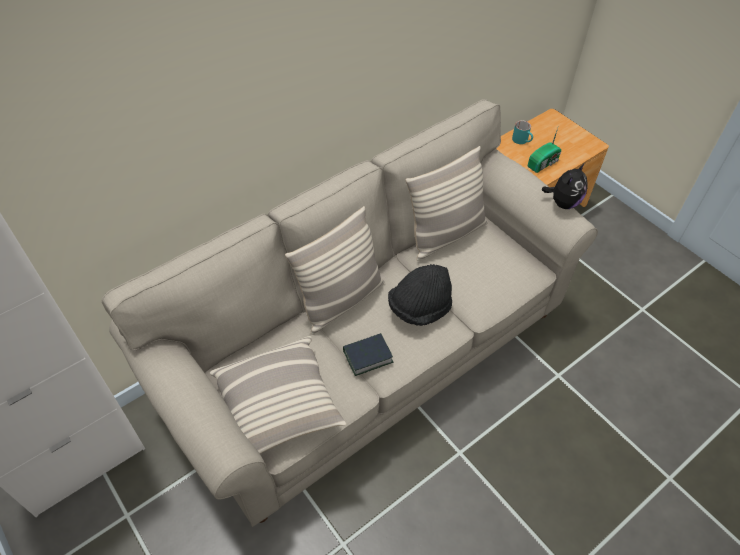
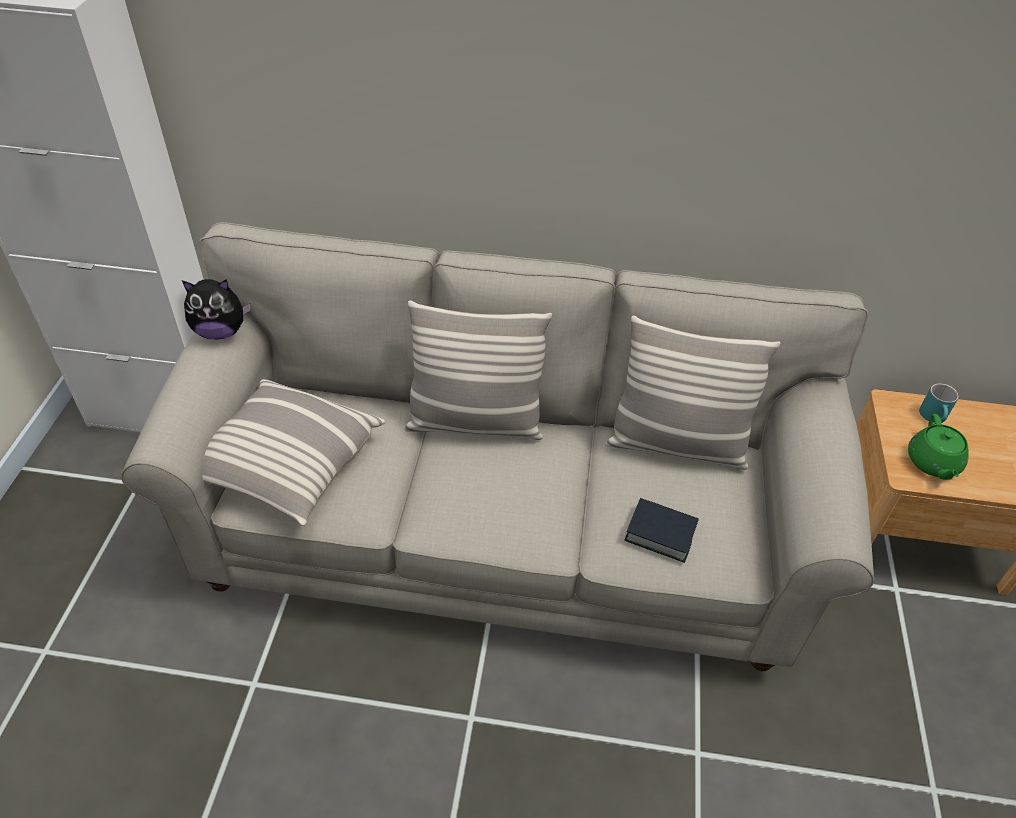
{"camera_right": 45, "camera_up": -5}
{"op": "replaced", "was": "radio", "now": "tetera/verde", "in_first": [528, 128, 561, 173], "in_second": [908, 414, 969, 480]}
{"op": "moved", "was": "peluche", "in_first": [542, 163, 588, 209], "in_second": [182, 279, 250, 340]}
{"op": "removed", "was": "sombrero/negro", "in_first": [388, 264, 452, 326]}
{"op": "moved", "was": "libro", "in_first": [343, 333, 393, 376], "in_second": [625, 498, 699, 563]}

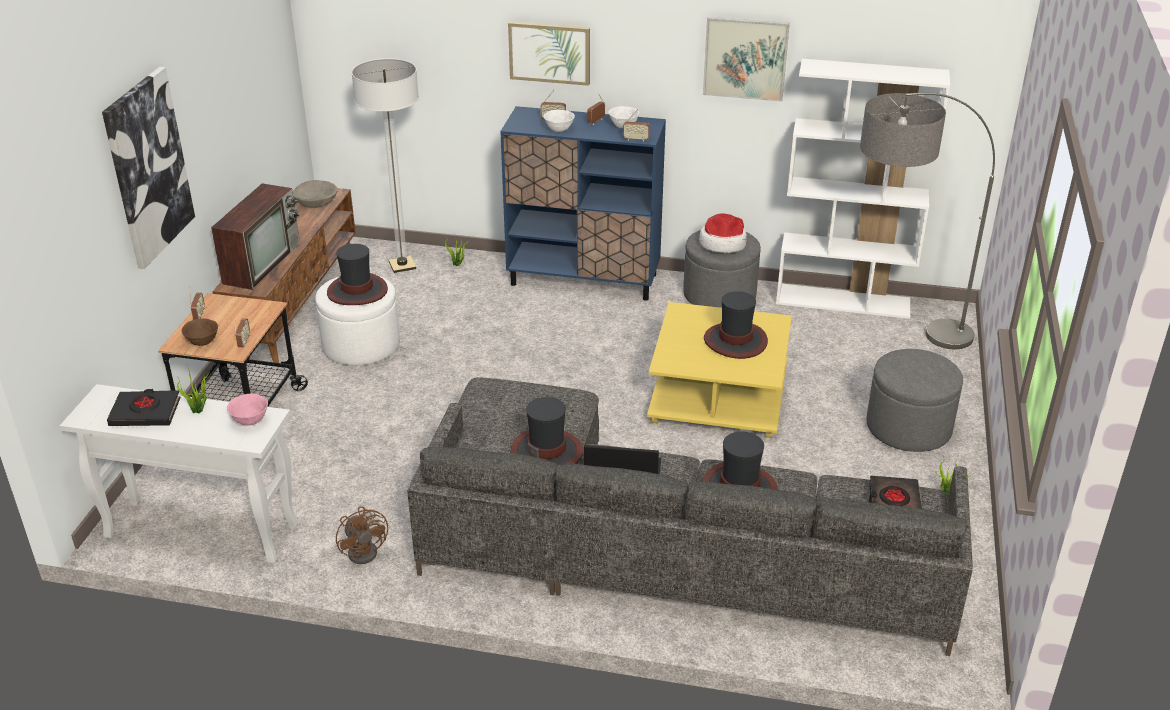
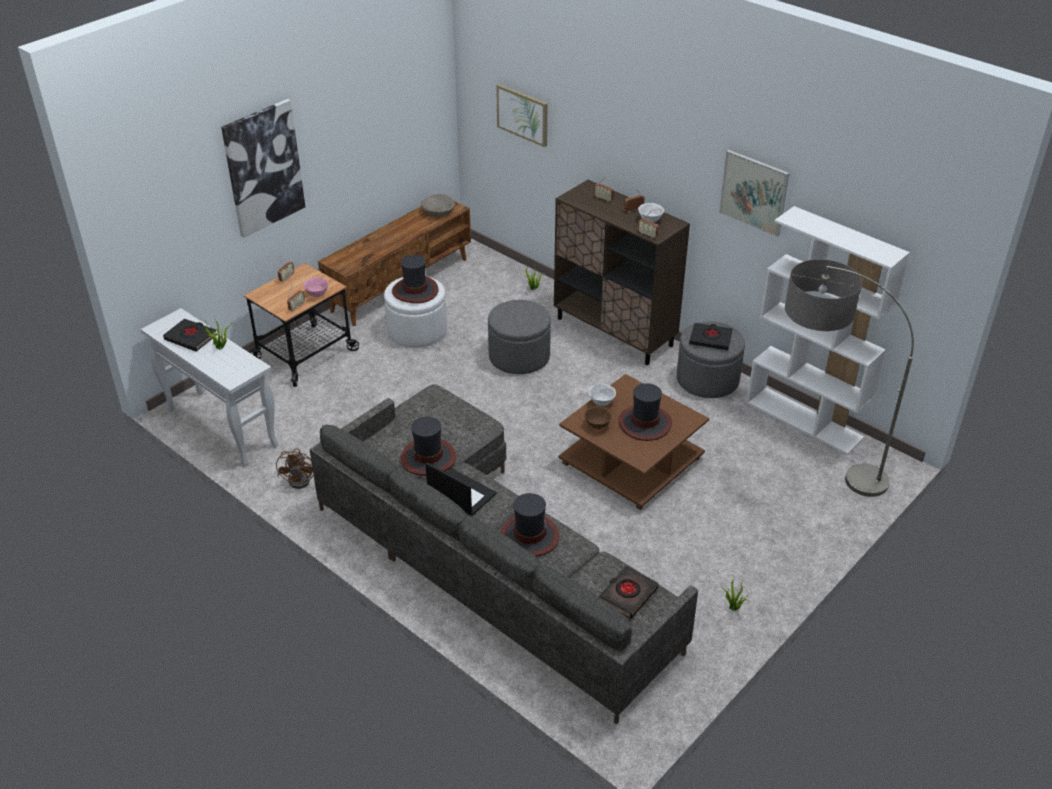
{"camera_right": 30, "camera_up": 5}
{"op": "moved", "was": "cuadro", "in_first": [508, 22, 590, 86], "in_second": [496, 84, 548, 147]}
{"op": "removed", "was": "lámpara de pie", "in_first": [351, 58, 419, 273]}
{"op": "recoloured", "was": "armario/azul", "now": "armario/marrón", "in_first": [500, 106, 666, 301], "in_second": [554, 180, 690, 365]}
{"op": "moved", "was": "cuenco/blanco", "in_first": [543, 110, 575, 132], "in_second": [589, 384, 616, 406]}
{"op": "removed", "was": "televisor", "in_first": [211, 184, 300, 290]}
{"op": "replaced", "was": "sombrero", "now": "libro/negro", "in_first": [699, 214, 747, 253], "in_second": [689, 323, 733, 350]}
{"op": "recoloured", "was": "mesa de centro/amarillo", "now": "mesa de centro/marrón", "in_first": [647, 302, 792, 438], "in_second": [558, 374, 709, 510]}
{"op": "moved", "was": "cuenco/marrón", "in_first": [181, 319, 218, 346], "in_second": [584, 406, 612, 429]}
{"op": "moved", "was": "puf/gris", "in_first": [867, 349, 963, 452], "in_second": [488, 300, 551, 374]}
{"op": "moved", "was": "cuenco/rosa", "in_first": [227, 393, 268, 426], "in_second": [303, 277, 329, 297]}

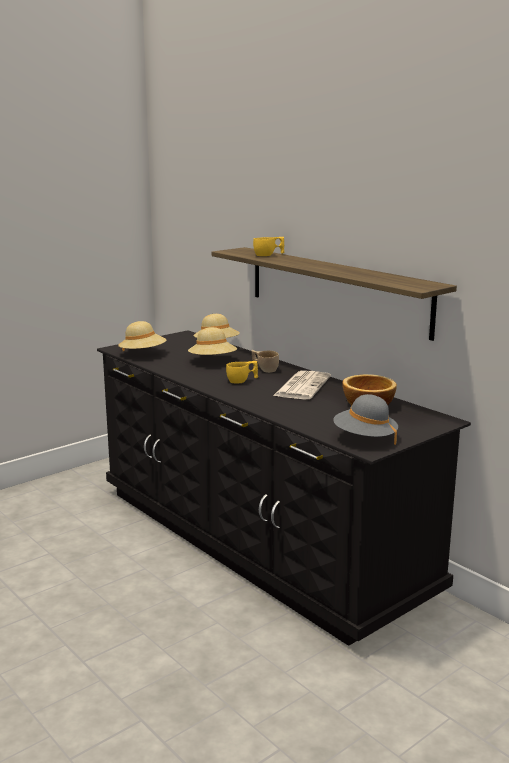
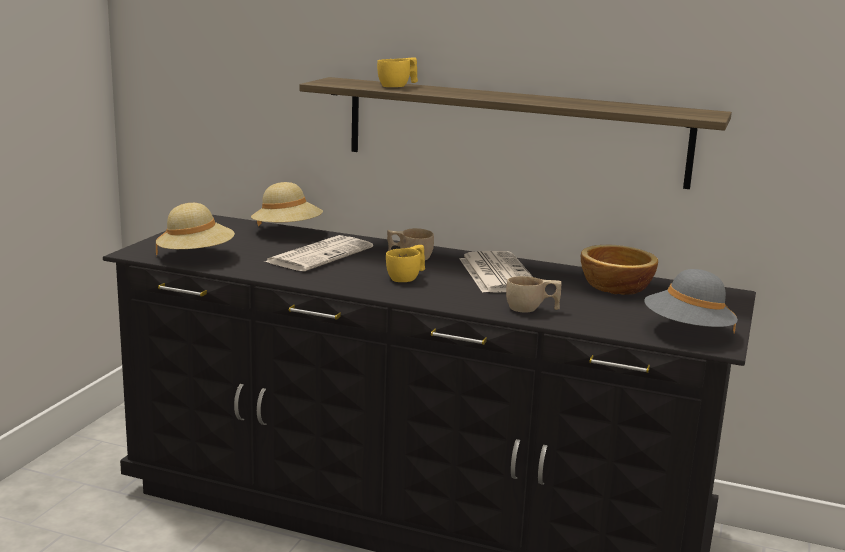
{"camera_right": -30, "camera_up": 0}
{"op": "replaced", "was": "sombrero/beis", "now": "periódico", "in_first": [188, 327, 237, 355], "in_second": [264, 235, 373, 271]}
{"op": "added", "now": "taza/beis", "in_second": [506, 276, 562, 313]}

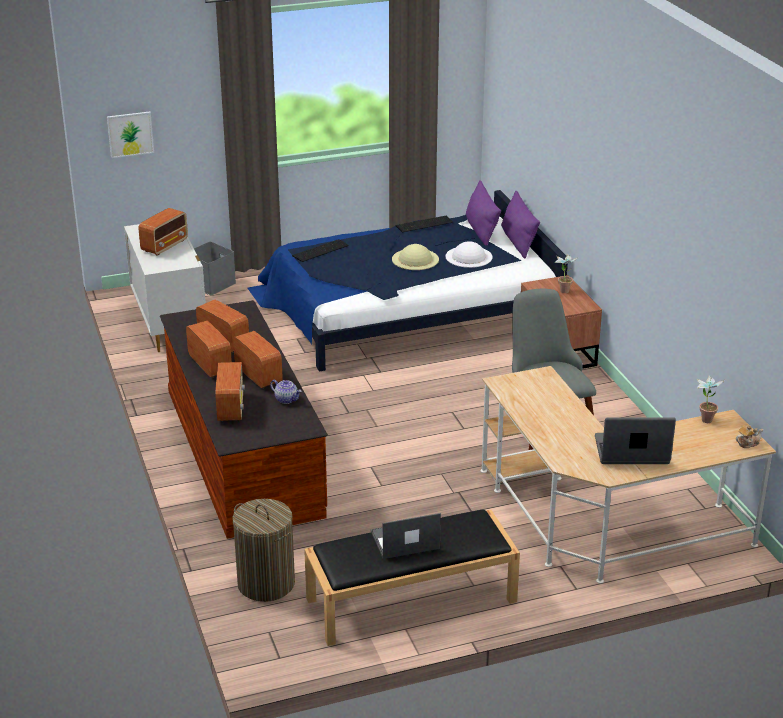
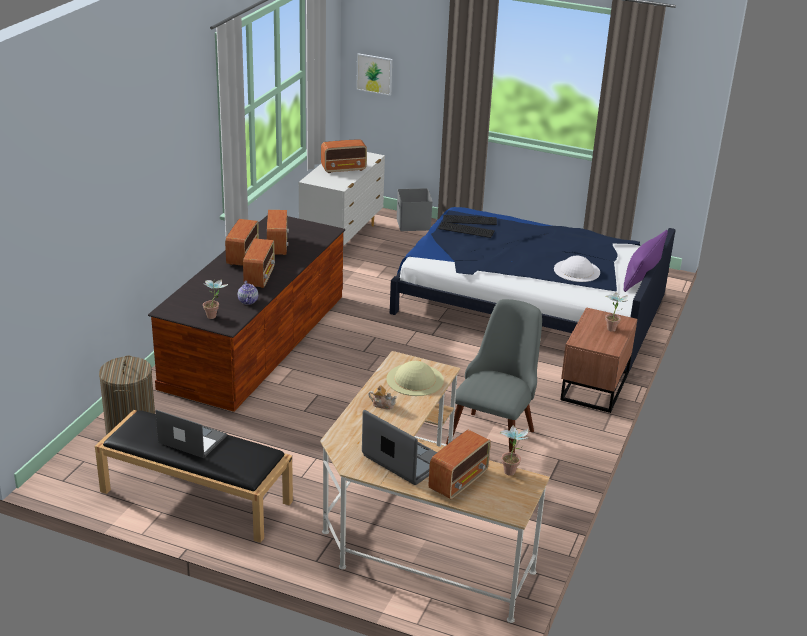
{"camera_right": 40, "camera_up": 0}
{"op": "removed", "was": "cojín/morado", "in_first": [466, 180, 501, 245]}
{"op": "moved", "was": "teclado", "in_first": [395, 216, 453, 232], "in_second": [438, 222, 495, 238]}
{"op": "moved", "was": "sombrero/beis", "in_first": [392, 244, 439, 270], "in_second": [386, 361, 444, 396]}
{"op": "moved", "was": "radio", "in_first": [215, 362, 245, 422], "in_second": [428, 430, 491, 499]}
{"op": "moved", "was": "tetera", "in_first": [736, 425, 763, 448], "in_second": [368, 385, 397, 410]}
{"op": "added", "now": "planta en maceta", "in_second": [203, 279, 228, 319]}

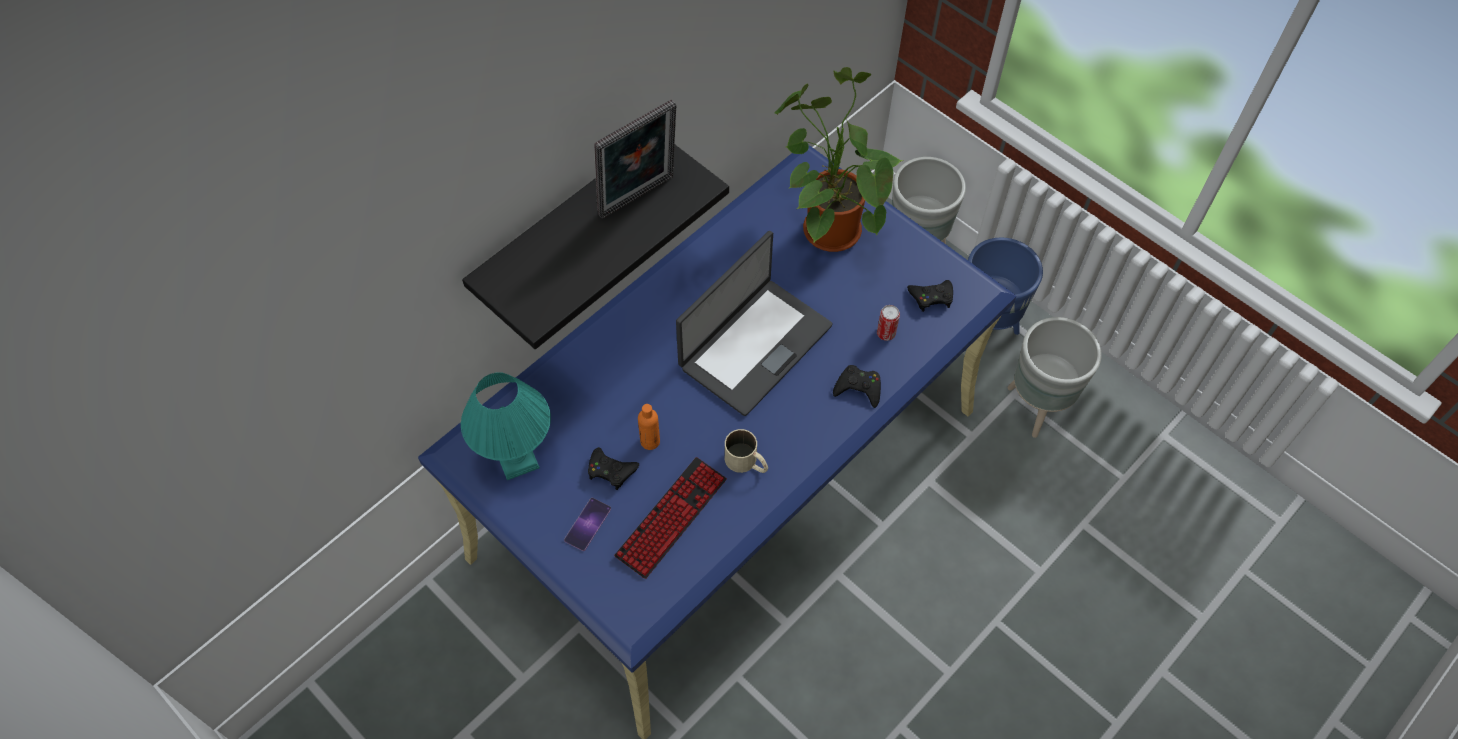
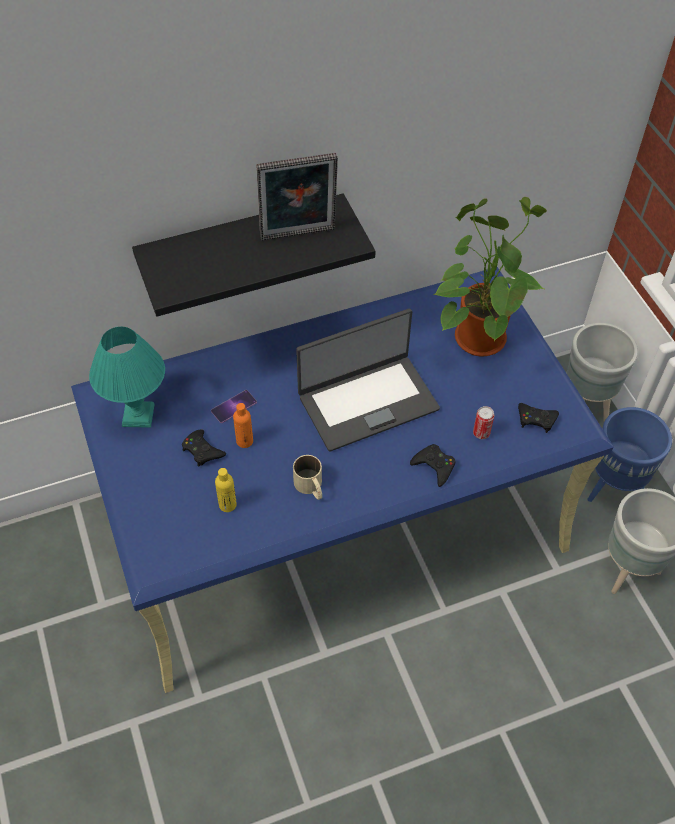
{"camera_right": 25, "camera_up": -5}
{"op": "replaced", "was": "teclado", "now": "botella/amarillo", "in_first": [614, 457, 727, 579], "in_second": [215, 468, 237, 512]}
{"op": "moved", "was": "móvil", "in_first": [564, 498, 611, 551], "in_second": [211, 390, 257, 423]}

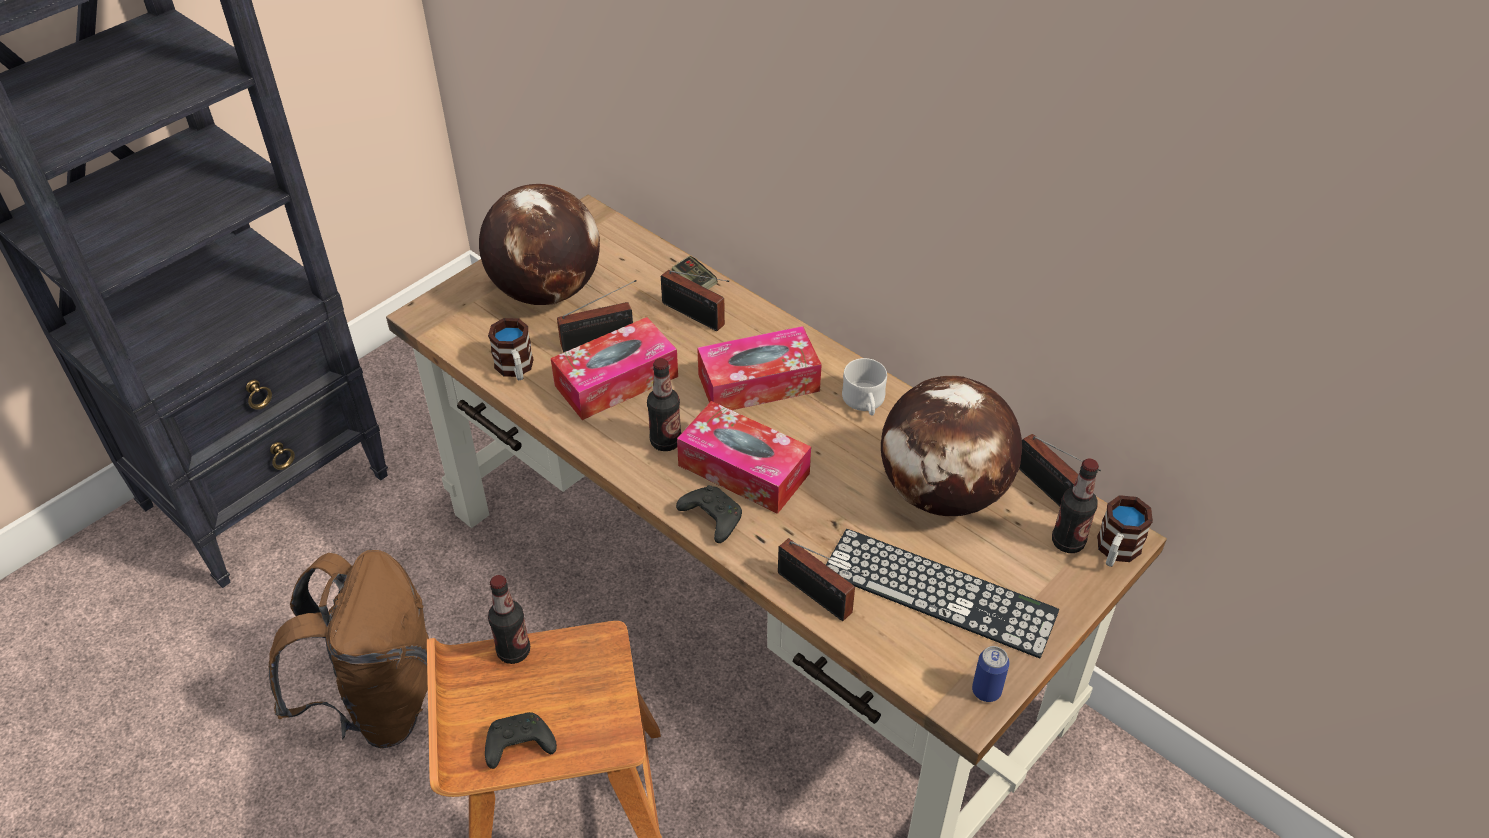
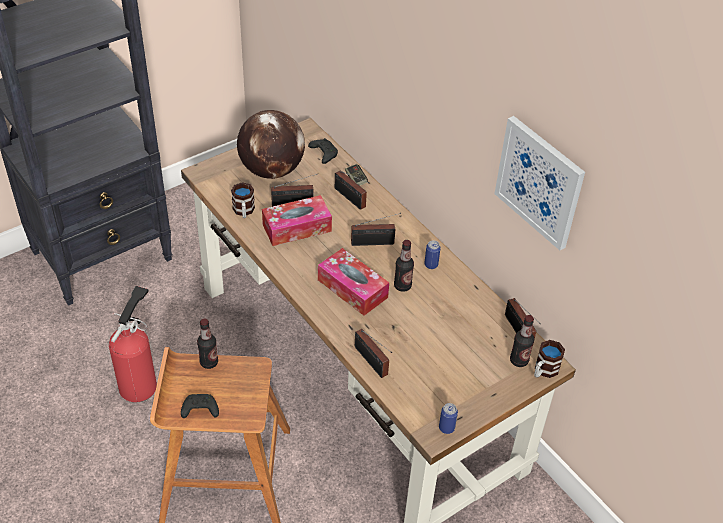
{"camera_right": 10, "camera_up": 0}
{"op": "replaced", "was": "caja de pañuelos", "now": "radio", "in_first": [697, 326, 822, 410], "in_second": [351, 213, 401, 246]}
{"op": "moved", "was": "botella", "in_first": [647, 358, 681, 451], "in_second": [394, 240, 414, 292]}
{"op": "replaced", "was": "taza grande/blanco", "now": "lata", "in_first": [842, 358, 887, 416], "in_second": [424, 240, 441, 269]}
{"op": "removed", "was": "globo terráqueo", "in_first": [881, 376, 1022, 516]}
{"op": "moved", "was": "mando de consola/negro", "in_first": [676, 485, 742, 543], "in_second": [308, 138, 338, 164]}
{"op": "removed", "was": "teclado", "in_first": [826, 529, 1059, 658]}
{"op": "replaced", "was": "mochila/marrón", "now": "extintor", "in_first": [269, 550, 429, 748], "in_second": [109, 286, 157, 402]}
{"op": "added", "now": "cuadro", "in_second": [494, 116, 585, 250]}

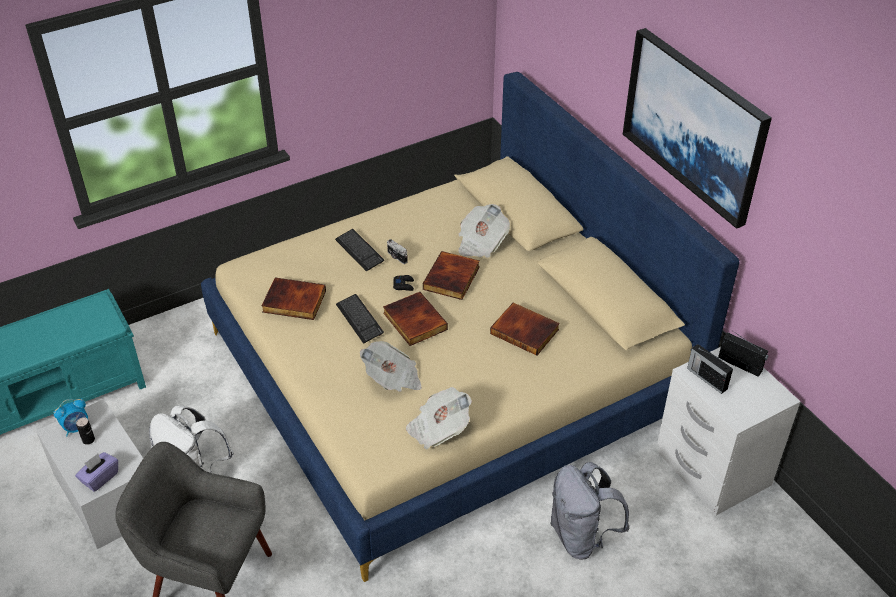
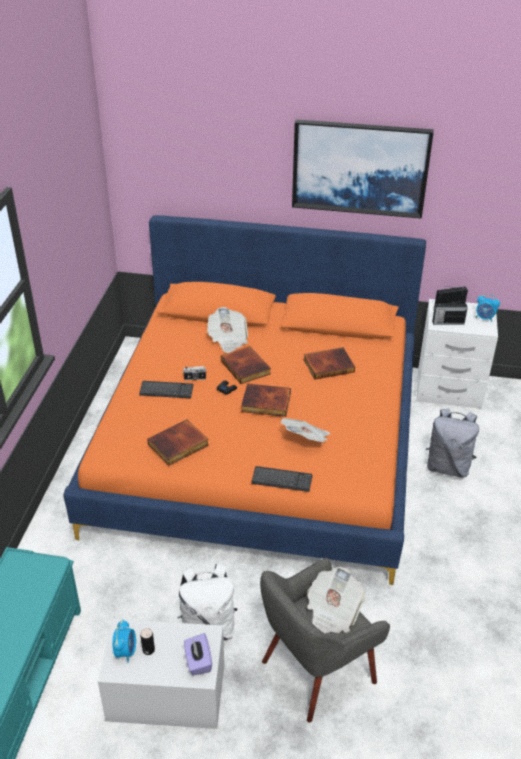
{"camera_right": -50, "camera_up": -5}
{"op": "recoloured", "was": "cama/beis", "now": "cama/naranja", "in_first": [201, 72, 739, 582], "in_second": [63, 215, 426, 585]}
{"op": "moved", "was": "teclado", "in_first": [336, 294, 384, 344], "in_second": [251, 466, 313, 492]}
{"op": "moved", "was": "periódico", "in_first": [406, 387, 472, 450], "in_second": [307, 567, 365, 633]}
{"op": "added", "now": "despertador", "in_second": [475, 294, 500, 322]}

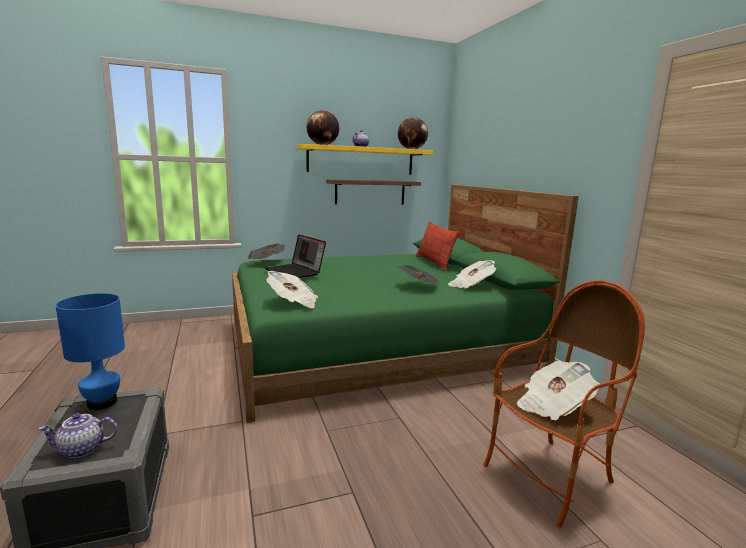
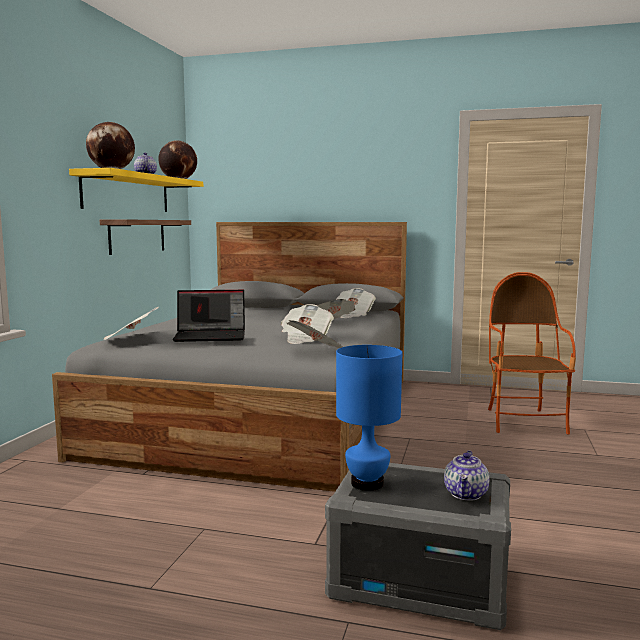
{"camera_right": -55, "camera_up": -5}
{"op": "recoloured", "was": "cama/verde", "now": "cama/gris", "in_first": [232, 184, 579, 423], "in_second": [52, 222, 407, 492]}
{"op": "removed", "was": "cojín", "in_first": [416, 222, 460, 271]}
{"op": "moved", "was": "periódico", "in_first": [517, 361, 598, 420], "in_second": [281, 304, 334, 344]}

